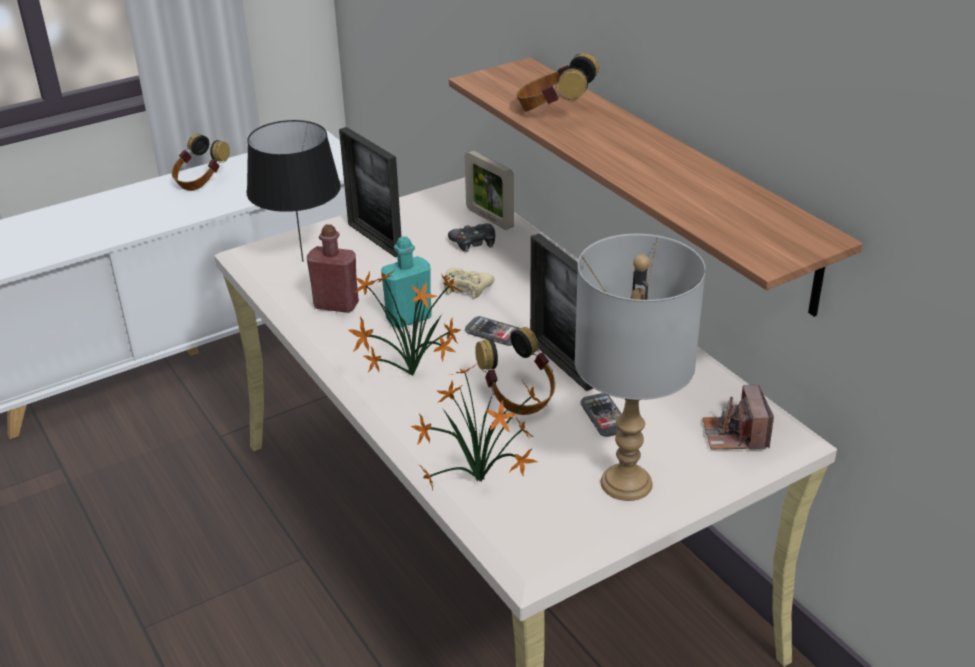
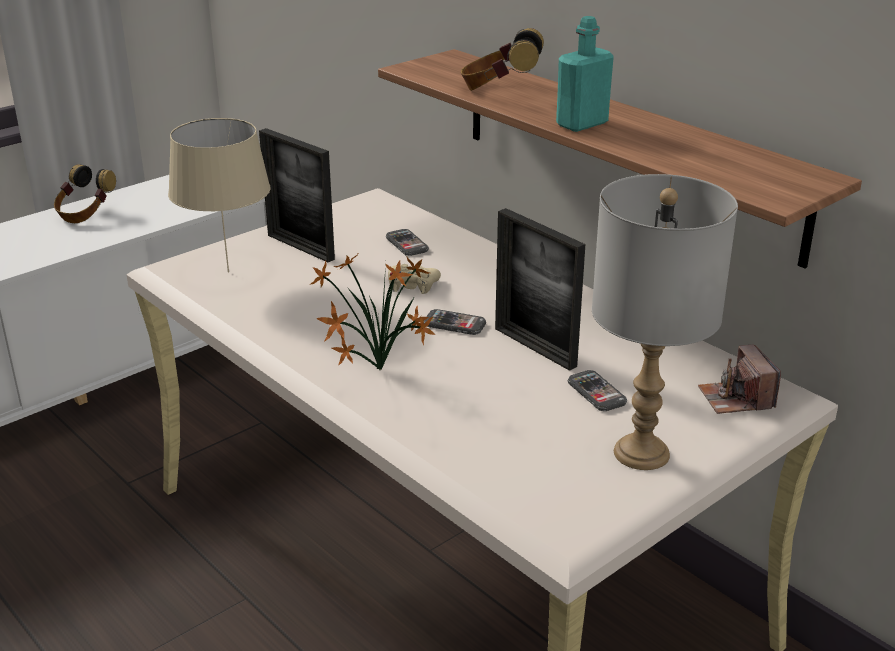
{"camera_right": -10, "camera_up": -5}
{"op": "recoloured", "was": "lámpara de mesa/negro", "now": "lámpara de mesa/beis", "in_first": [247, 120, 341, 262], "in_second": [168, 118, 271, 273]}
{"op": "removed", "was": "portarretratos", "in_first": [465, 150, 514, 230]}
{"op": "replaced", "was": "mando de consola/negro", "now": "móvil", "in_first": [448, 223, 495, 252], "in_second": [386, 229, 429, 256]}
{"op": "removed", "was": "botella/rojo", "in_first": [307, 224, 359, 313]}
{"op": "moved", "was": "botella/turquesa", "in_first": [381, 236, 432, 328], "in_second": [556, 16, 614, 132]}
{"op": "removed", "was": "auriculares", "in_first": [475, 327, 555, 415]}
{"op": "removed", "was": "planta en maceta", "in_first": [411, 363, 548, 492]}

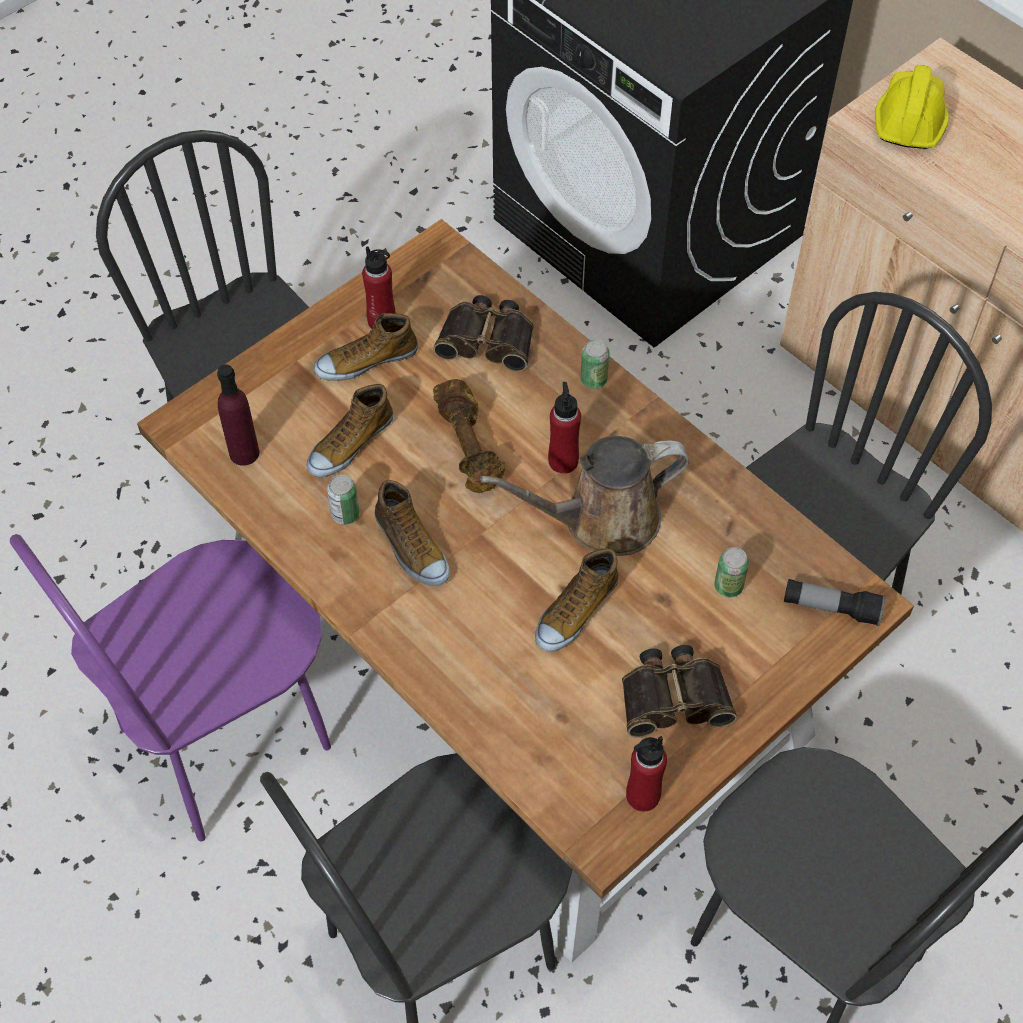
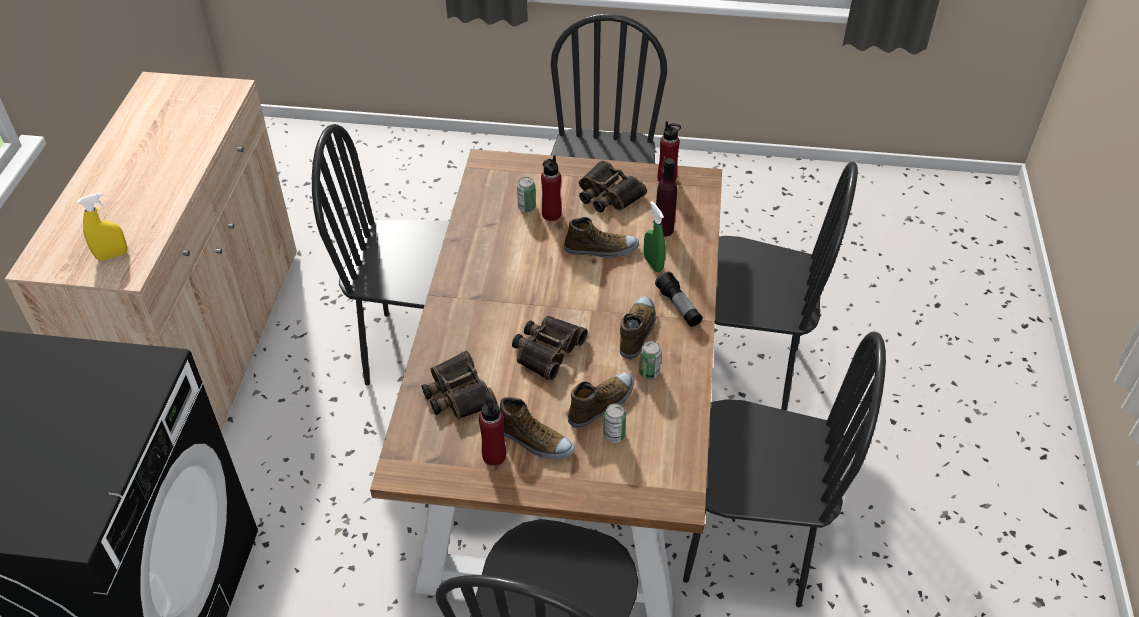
{"camera_right": -130, "camera_up": -10}
{"op": "replaced", "was": "casco/amarillo", "now": "pulverizador/amarillo", "in_first": [875, 65, 949, 149], "in_second": [77, 192, 127, 261]}
{"op": "moved", "was": "lata", "in_first": [581, 339, 610, 389], "in_second": [603, 403, 626, 443]}
{"op": "moved", "was": "botella/morado", "in_first": [217, 364, 259, 466], "in_second": [656, 158, 677, 237]}
{"op": "replaced", "was": "mancuerna/marrón", "now": "prismáticos", "in_first": [433, 379, 505, 493], "in_second": [512, 316, 588, 381]}
{"op": "moved", "was": "botella/rojo", "in_first": [548, 382, 581, 474], "in_second": [541, 155, 562, 221]}
{"op": "turned", "was": "zapato", "in_first": [307, 384, 393, 477], "in_second": [568, 372, 634, 429], "clockwise": -45}
{"op": "removed", "was": "regadera/marrón", "in_first": [480, 436, 689, 556]}
{"op": "recoloured", "was": "silla/morado", "now": "silla/negro", "in_first": [10, 534, 331, 841], "in_second": [683, 332, 886, 607]}
{"op": "moved", "was": "linterna", "in_first": [784, 579, 885, 626], "in_second": [655, 272, 702, 327]}
{"op": "added", "now": "pulverizador/verde", "in_second": [644, 201, 666, 272]}

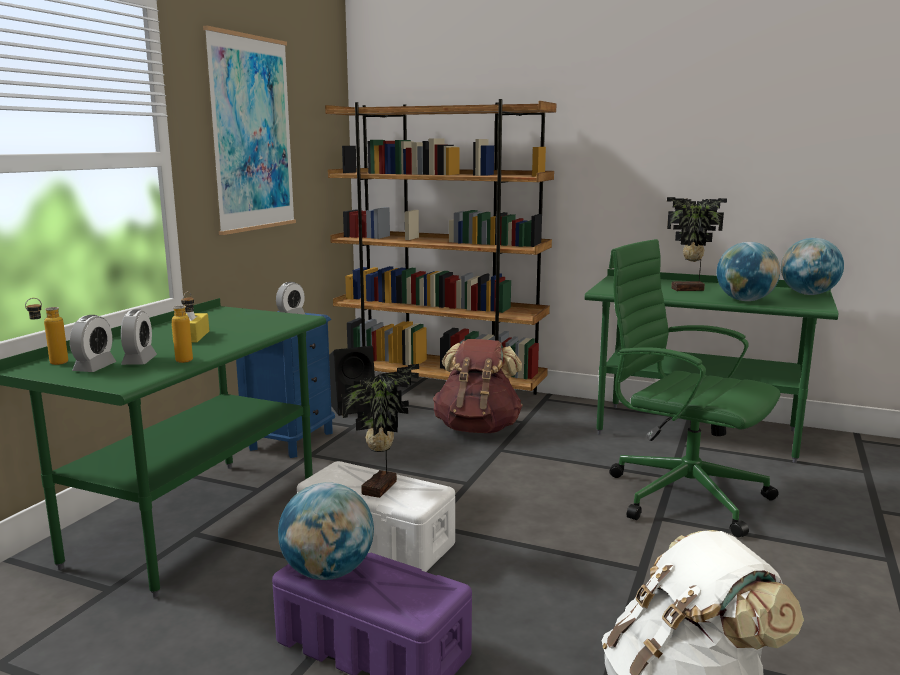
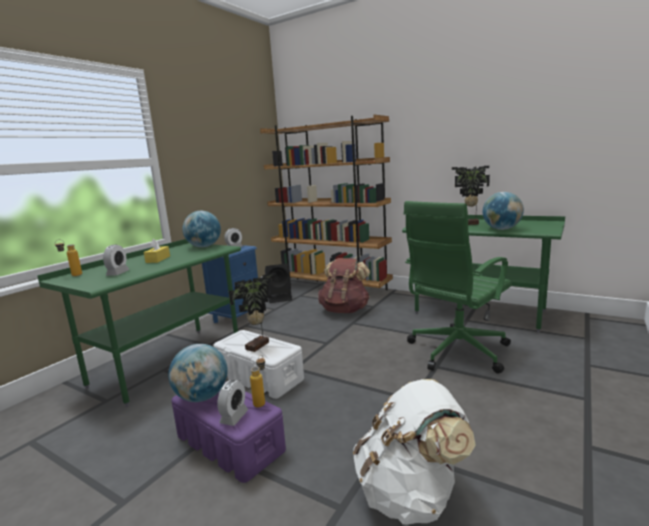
{"camera_right": 10, "camera_up": 0}
{"op": "removed", "was": "cuadro", "in_first": [203, 26, 296, 235]}
{"op": "moved", "was": "globo terráqueo", "in_first": [781, 238, 844, 295], "in_second": [182, 211, 221, 247]}
{"op": "turned", "was": "silla de oficina/verde", "in_first": [609, 239, 780, 538], "in_second": [404, 201, 512, 374], "clockwise": -90}
{"op": "moved", "was": "botella", "in_first": [172, 291, 194, 363], "in_second": [250, 355, 265, 408]}
{"op": "moved", "was": "despertador", "in_first": [70, 315, 116, 372], "in_second": [217, 380, 248, 426]}

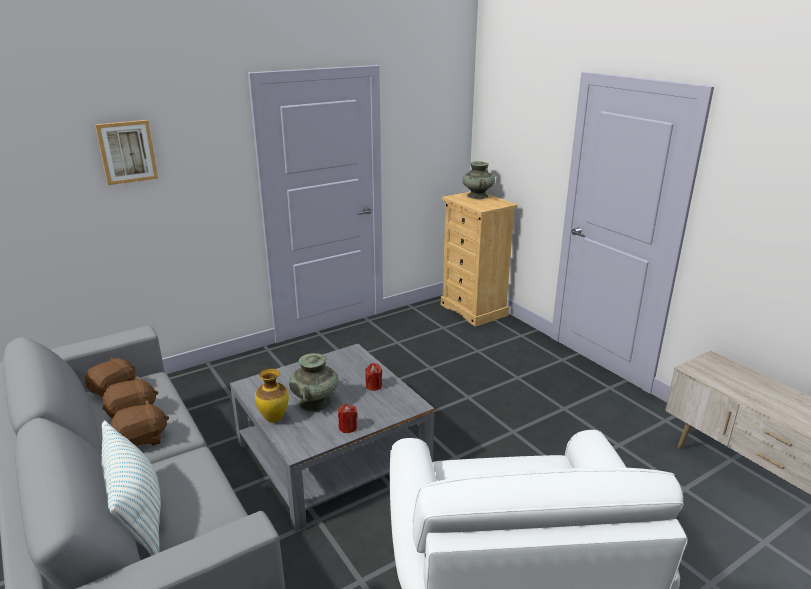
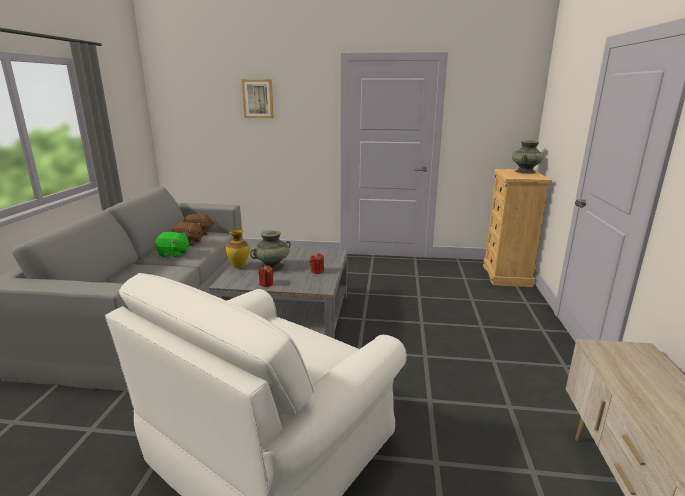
{"camera_right": 40, "camera_up": -5}
{"op": "recoloured", "was": "peluche/marrón", "now": "peluche/verde", "in_first": [111, 400, 169, 448], "in_second": [155, 232, 190, 258]}
{"op": "removed", "was": "cojín", "in_first": [101, 420, 161, 556]}

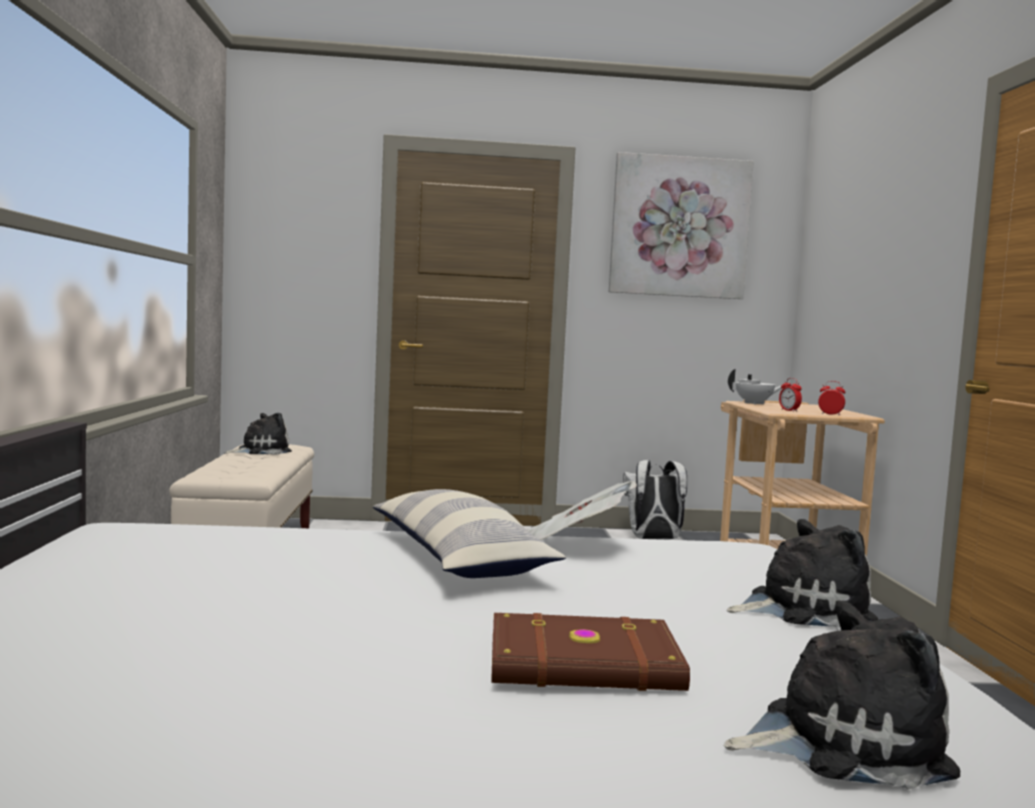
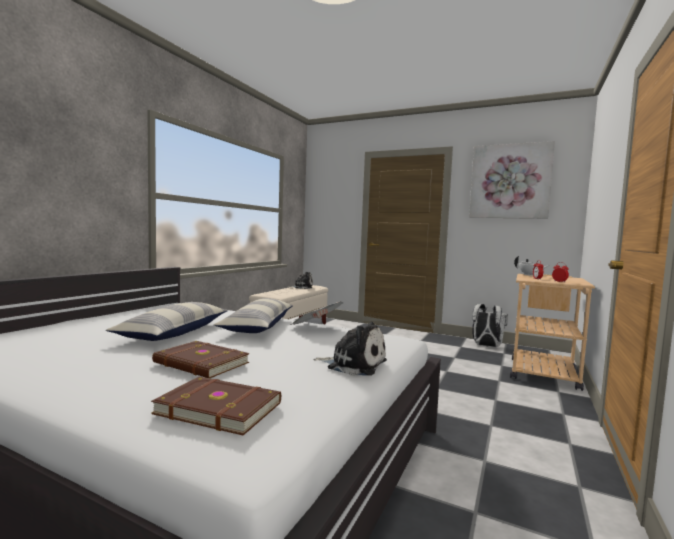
{"camera_right": 30, "camera_up": 0}
{"op": "replaced", "was": "peluche", "now": "libro/marrón", "in_first": [724, 601, 960, 789], "in_second": [151, 377, 281, 435]}
{"op": "added", "now": "cojín", "in_second": [106, 302, 228, 341]}

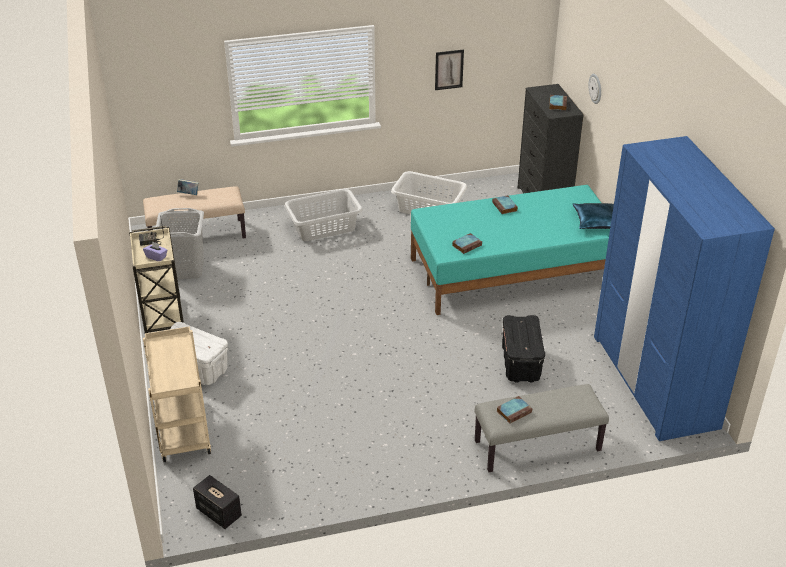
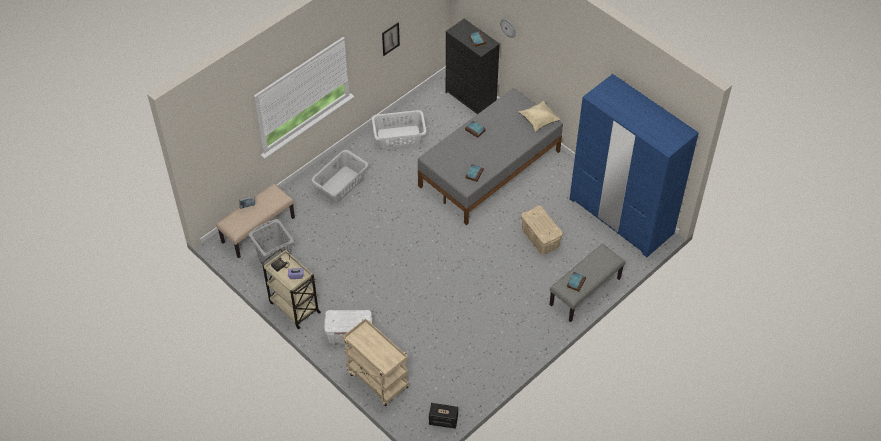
{"camera_right": -30, "camera_up": 15}
{"op": "recoloured", "was": "cama/turquesa", "now": "cama/gris", "in_first": [411, 185, 610, 315], "in_second": [418, 88, 563, 225]}
{"op": "recoloured", "was": "cojín/azul", "now": "cojín/beis", "in_first": [573, 203, 614, 229], "in_second": [518, 101, 560, 132]}
{"op": "recoloured", "was": "caja de almacenaje/negro", "now": "caja de almacenaje/beis", "in_first": [502, 315, 545, 382], "in_second": [521, 206, 563, 255]}

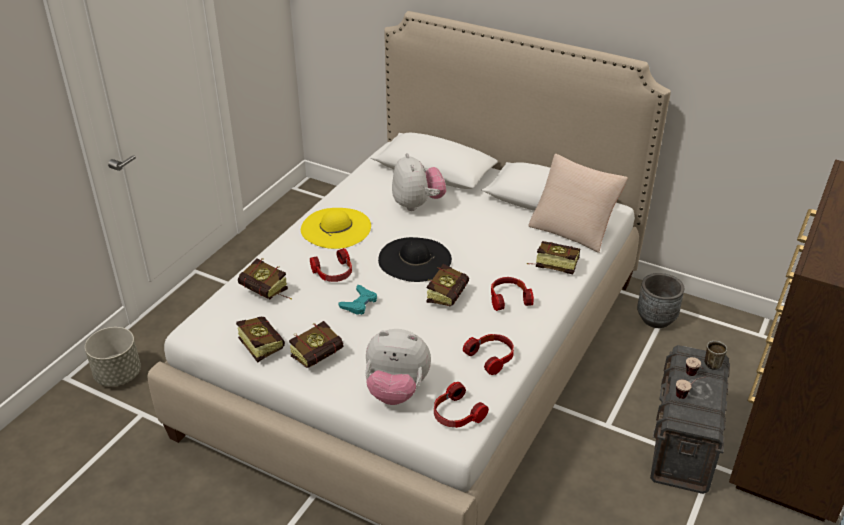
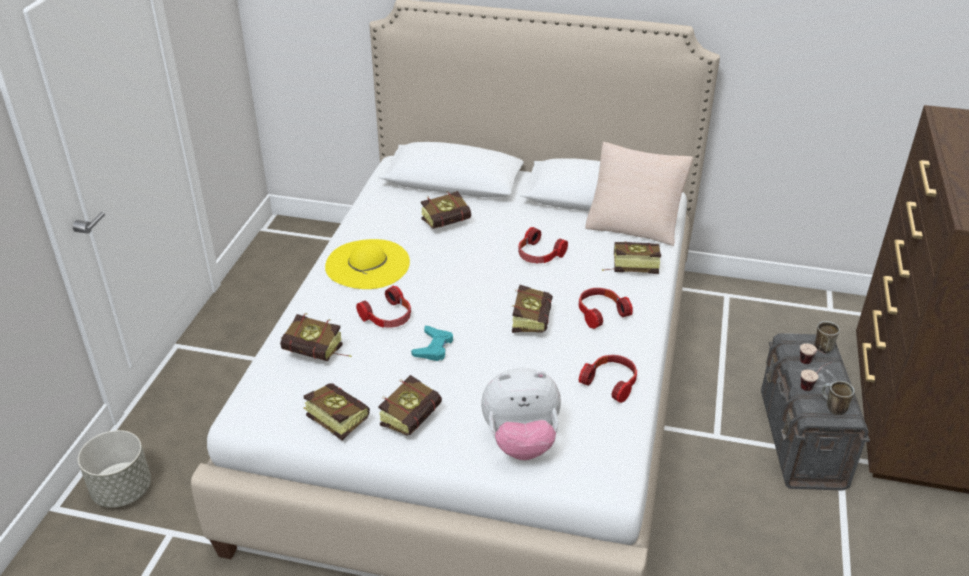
{"camera_right": -15, "camera_up": 0}
{"op": "replaced", "was": "peluche", "now": "libro", "in_first": [392, 153, 446, 211], "in_second": [421, 191, 471, 229]}
{"op": "removed", "was": "sombrero/negro", "in_first": [378, 237, 452, 282]}
{"op": "removed", "was": "maceta/gris", "in_first": [637, 273, 684, 328]}
{"op": "moved", "was": "auriculares", "in_first": [434, 382, 489, 428], "in_second": [518, 227, 568, 263]}
{"op": "added", "now": "taza grande", "in_second": [822, 381, 854, 415]}

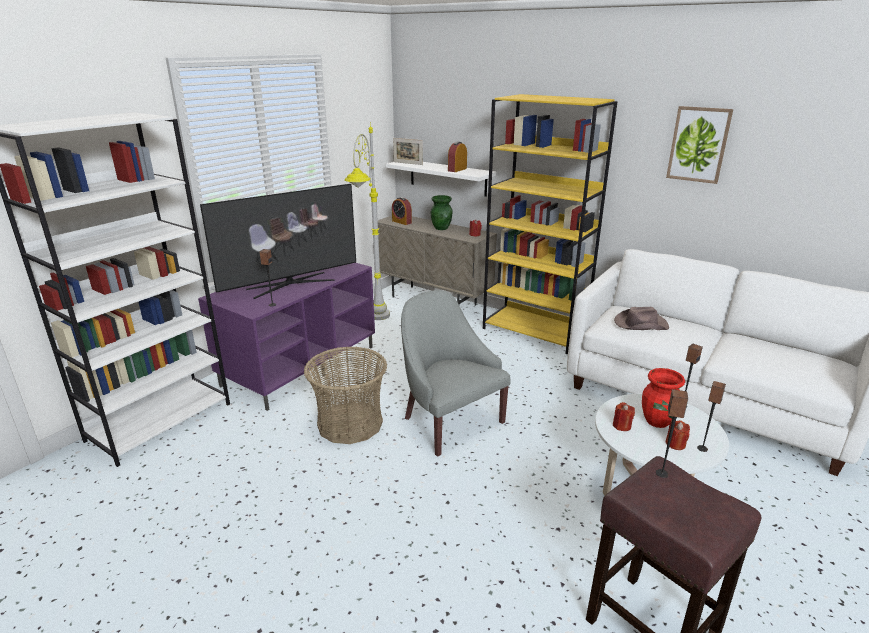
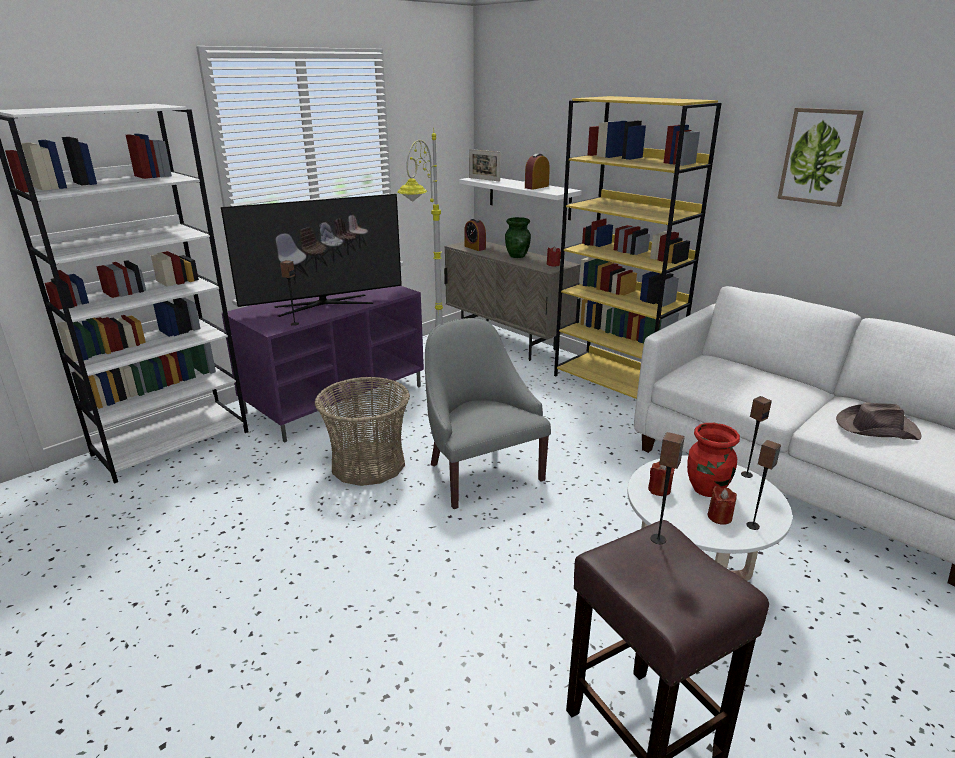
{"camera_right": 10, "camera_up": 0}
{"op": "moved", "was": "sombrero/marrón", "in_first": [614, 307, 669, 330], "in_second": [836, 402, 922, 440]}

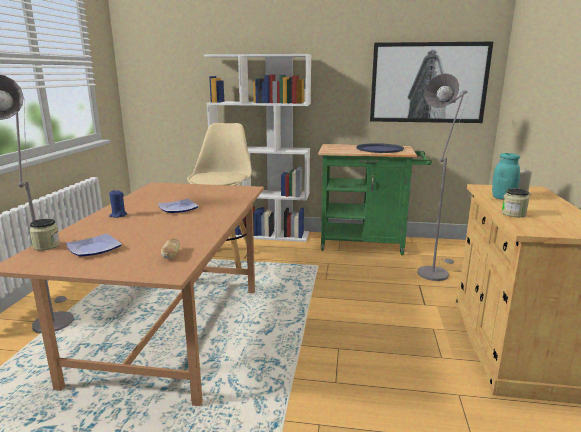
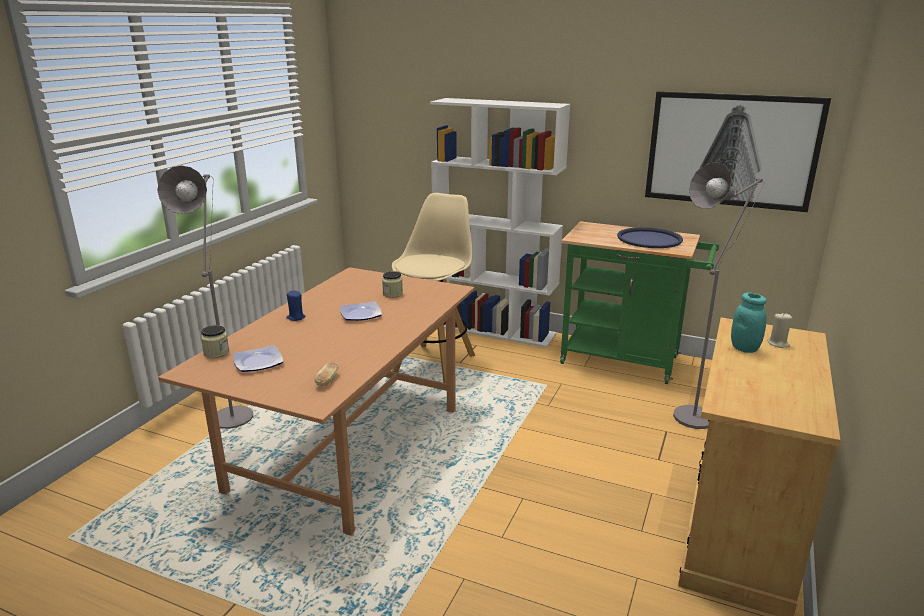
{"camera_right": 15, "camera_up": 5}
{"op": "moved", "was": "tarro", "in_first": [501, 188, 529, 217], "in_second": [382, 271, 403, 298]}

